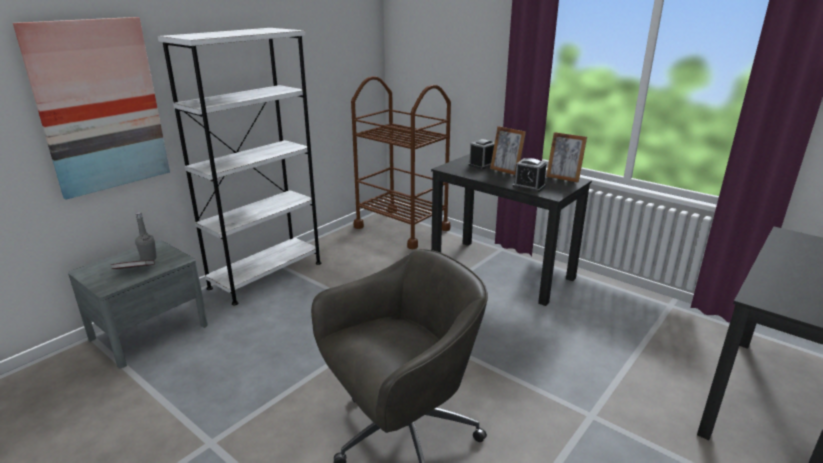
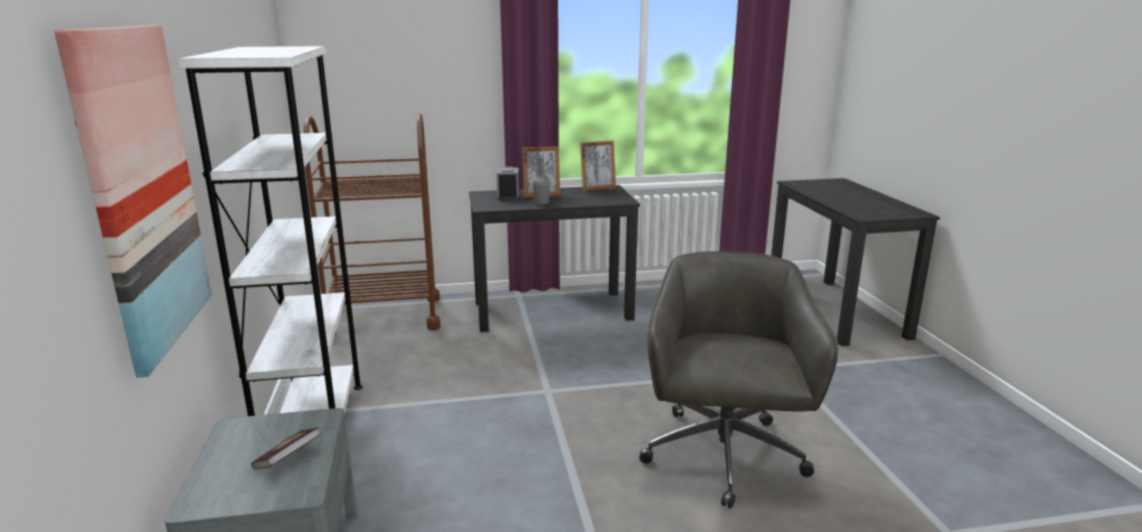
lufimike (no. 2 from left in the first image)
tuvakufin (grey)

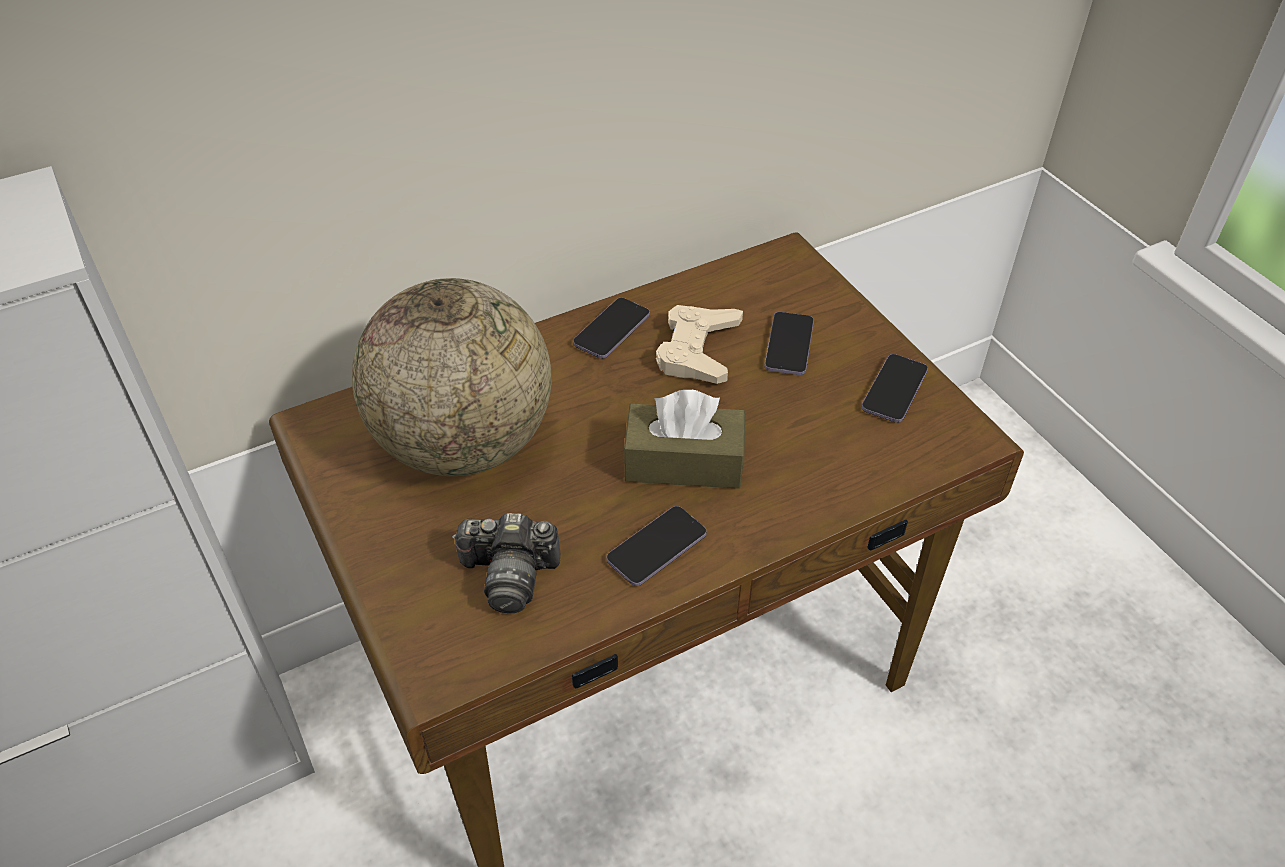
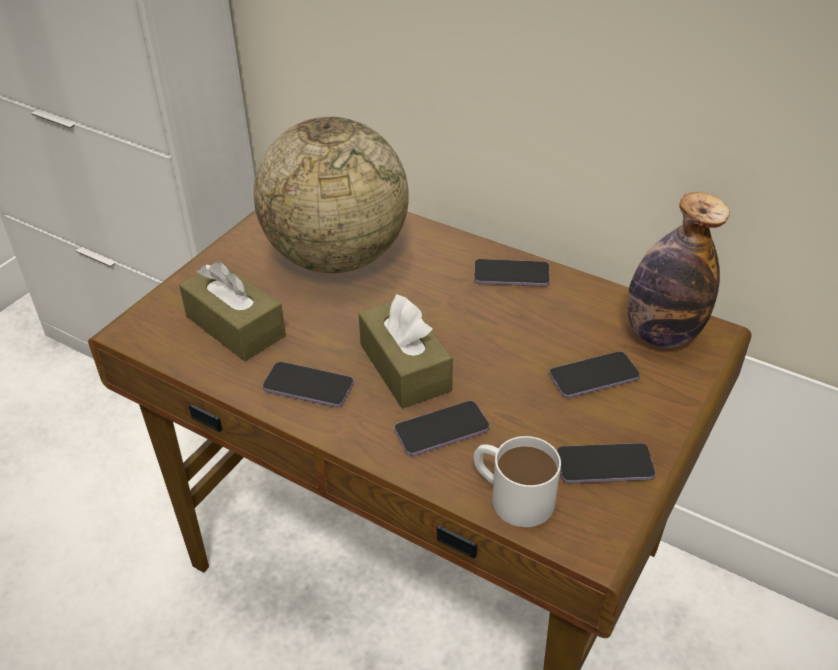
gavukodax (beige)
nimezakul (no. 2 from left)
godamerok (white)
tuvakufin
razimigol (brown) (no. 1 from left)

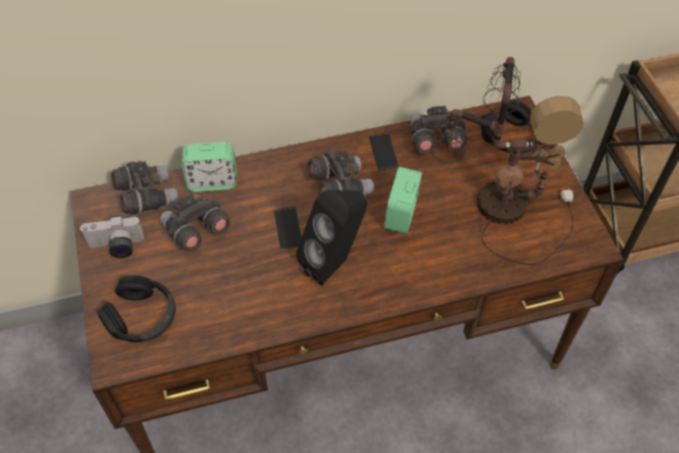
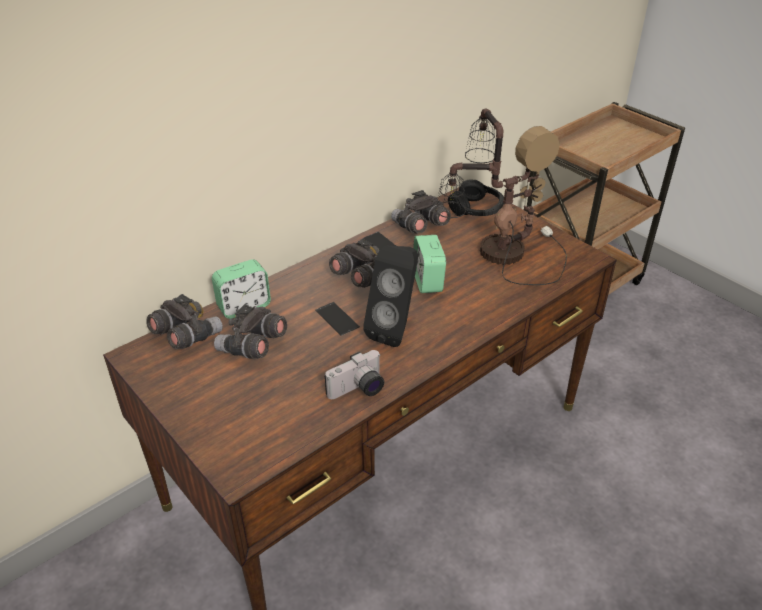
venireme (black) (no. 1 from left in the first image)
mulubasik

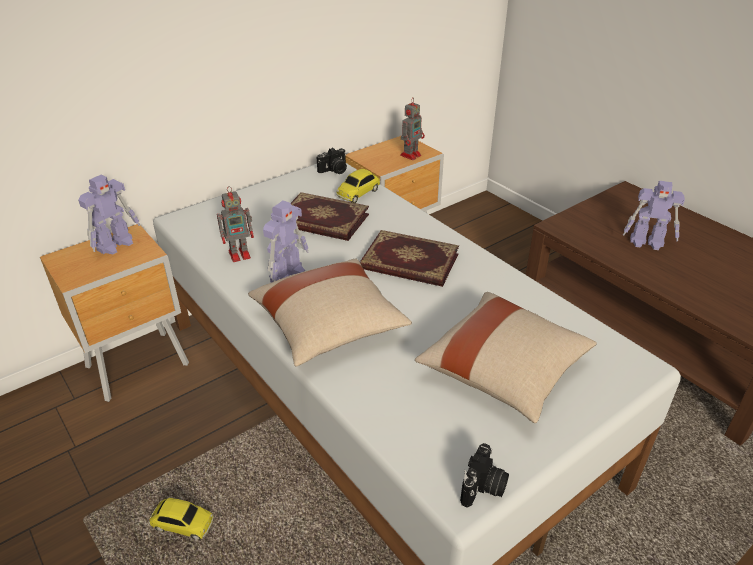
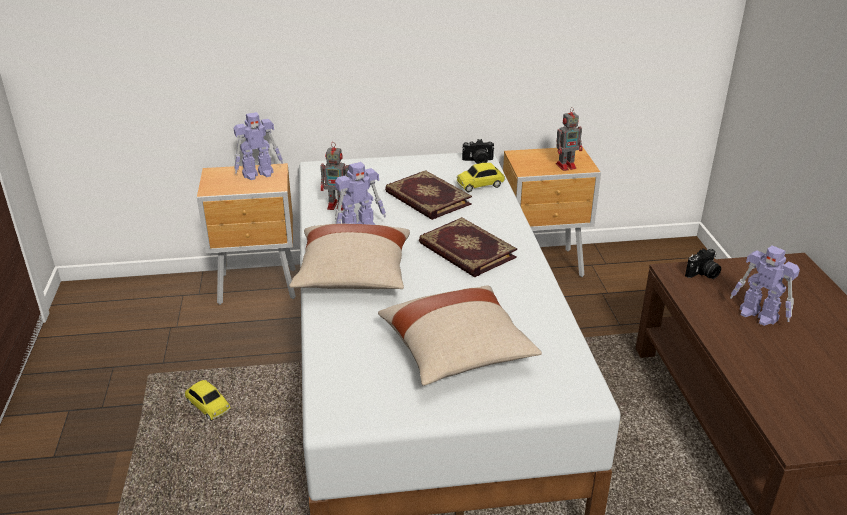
mulubasik (no. 2 from left)

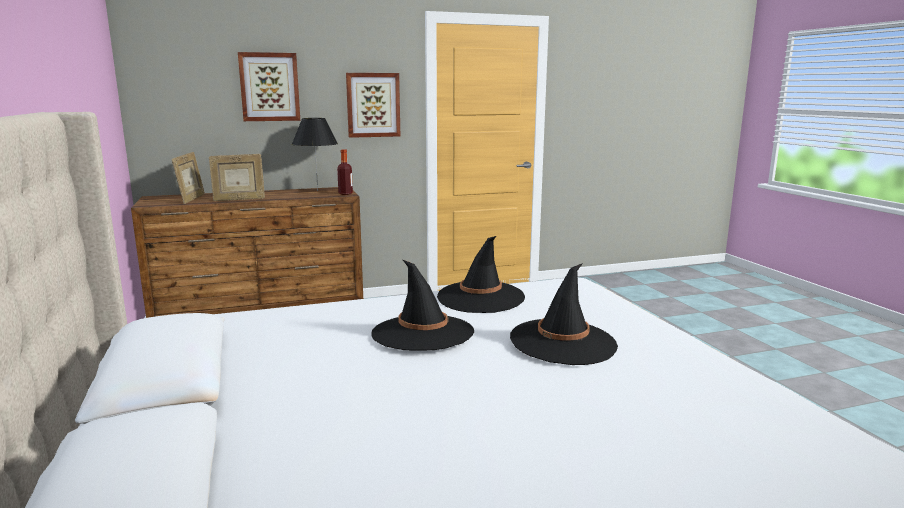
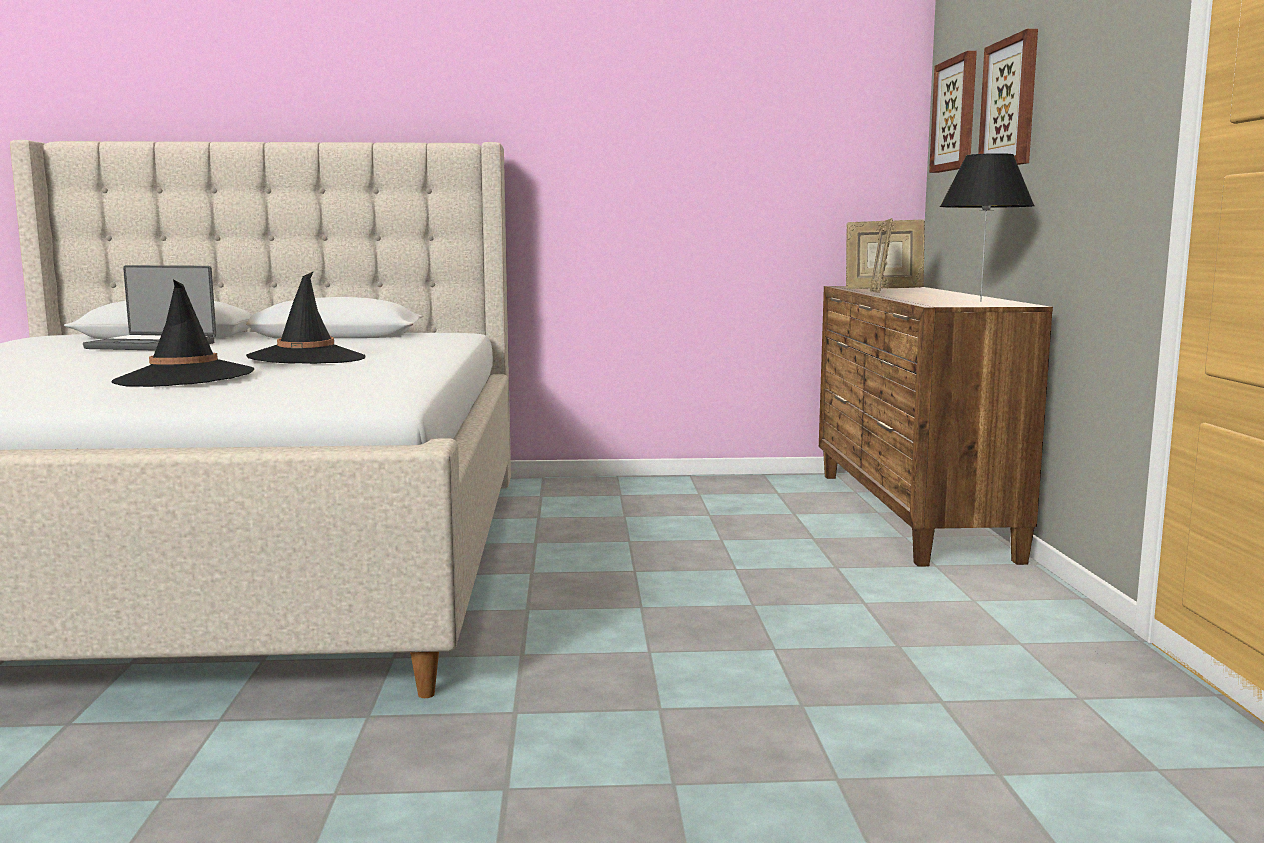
tuvakufin
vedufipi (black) (no. 2 from left in the first image)
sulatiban
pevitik (no. 1 from left)

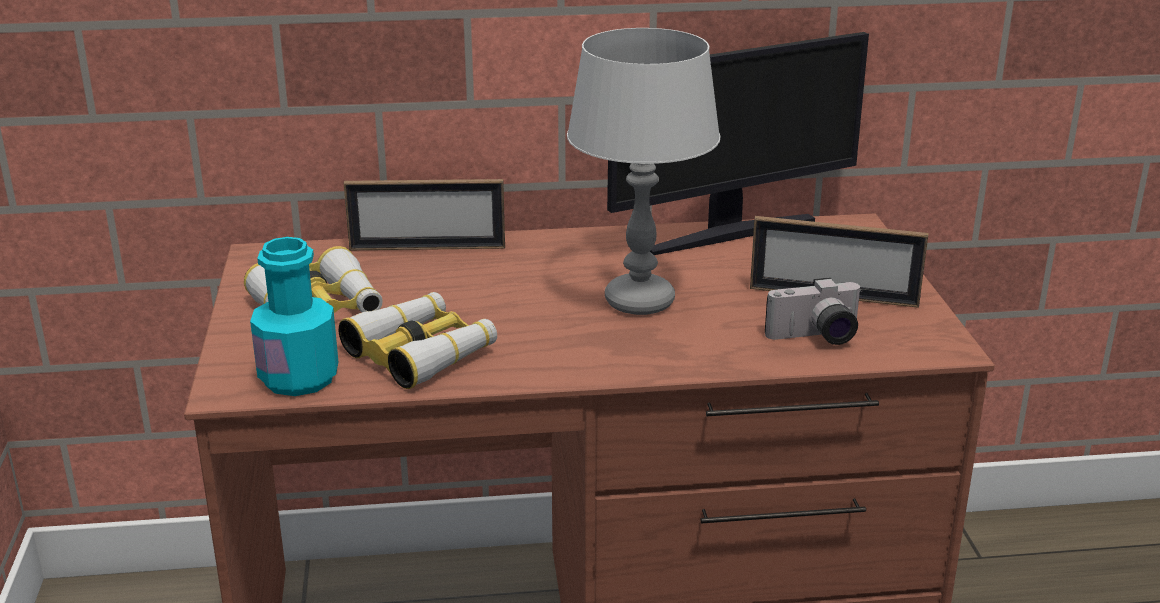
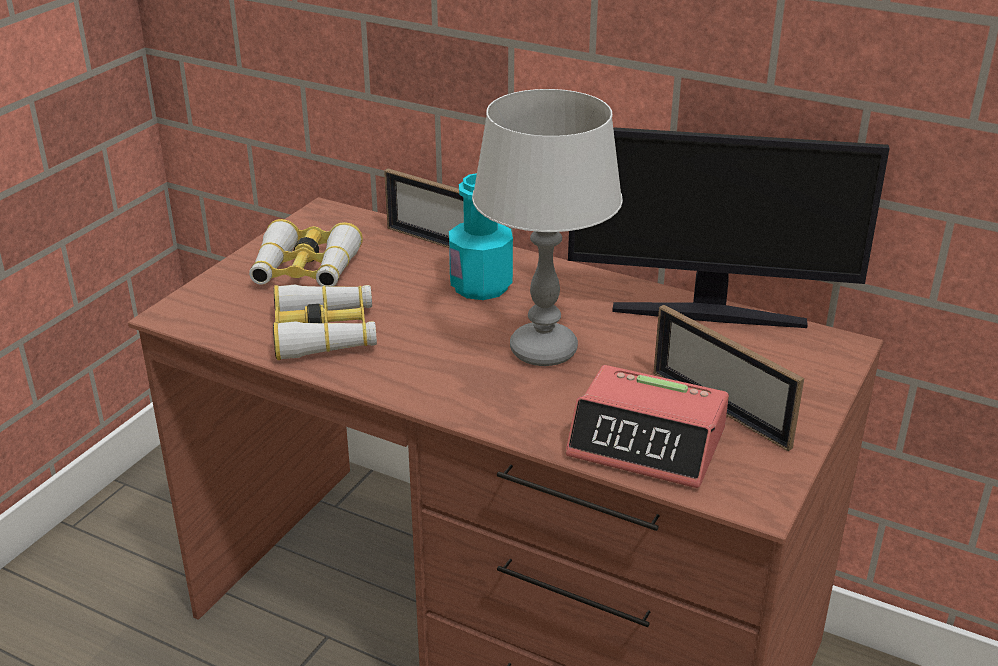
tuvakufin (turquoise)
lufimike

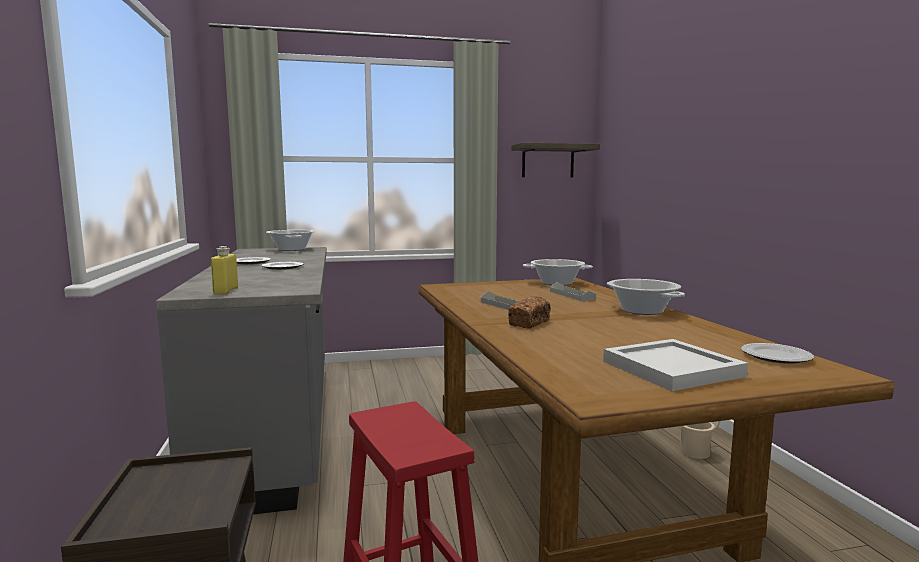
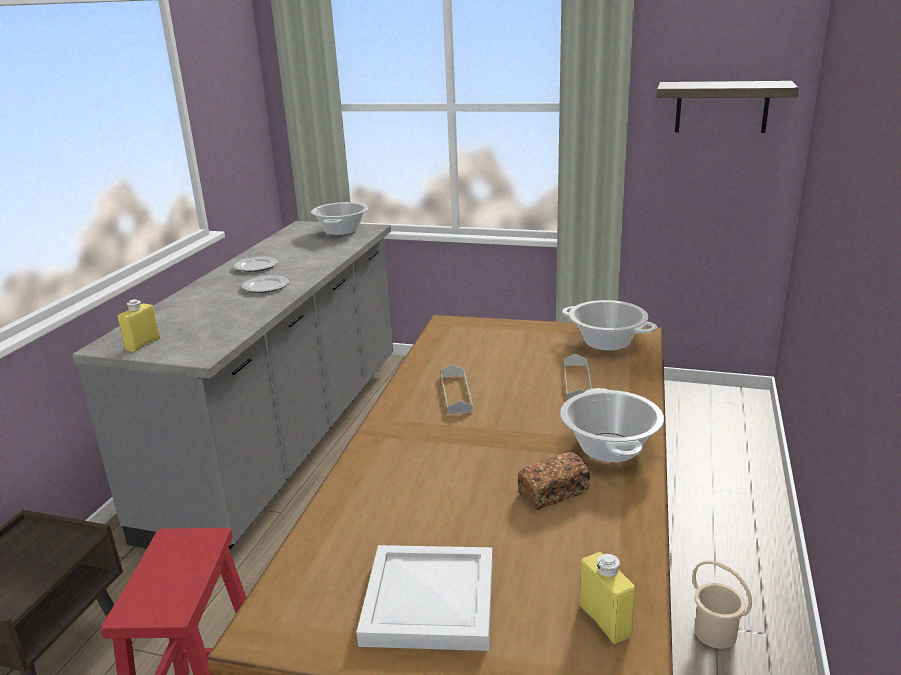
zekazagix
tuvakufin (yellow) (no. 2 from left)

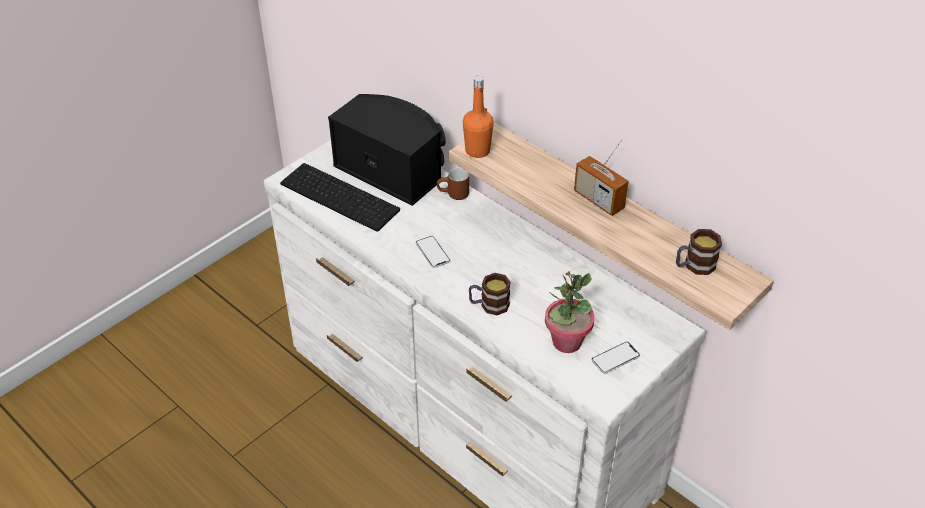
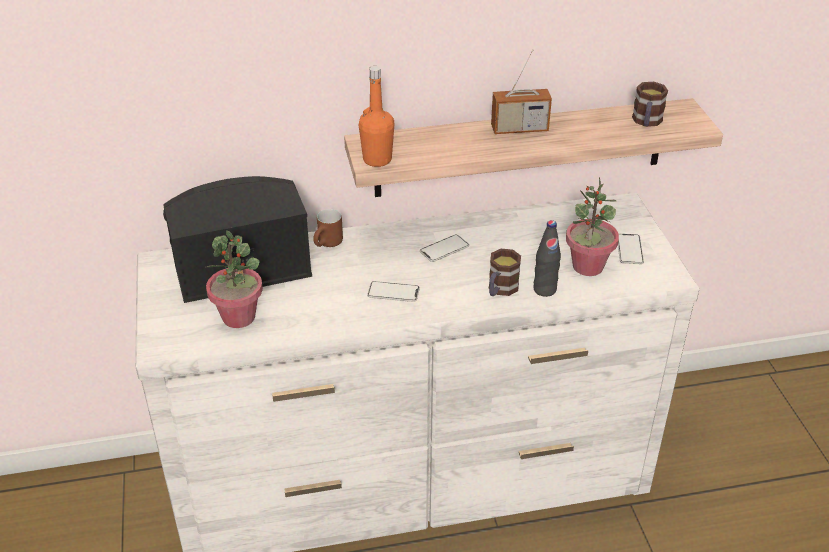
nimezakul (no. 2 from left)
tuvakufin (black)
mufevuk (no. 1 from left)

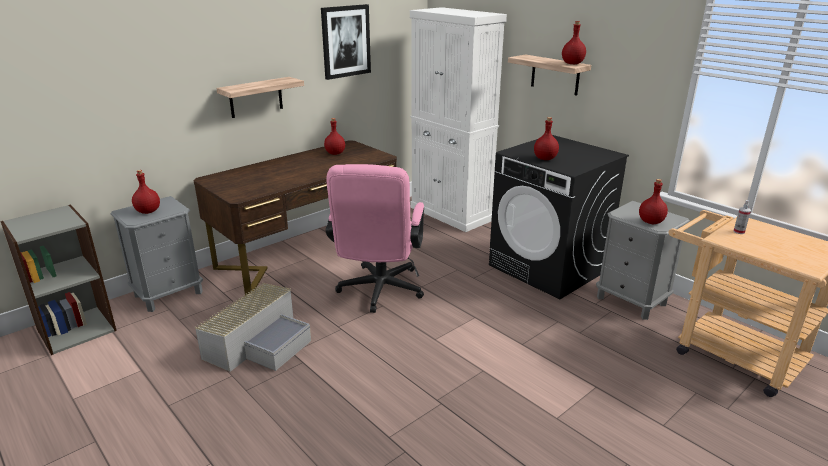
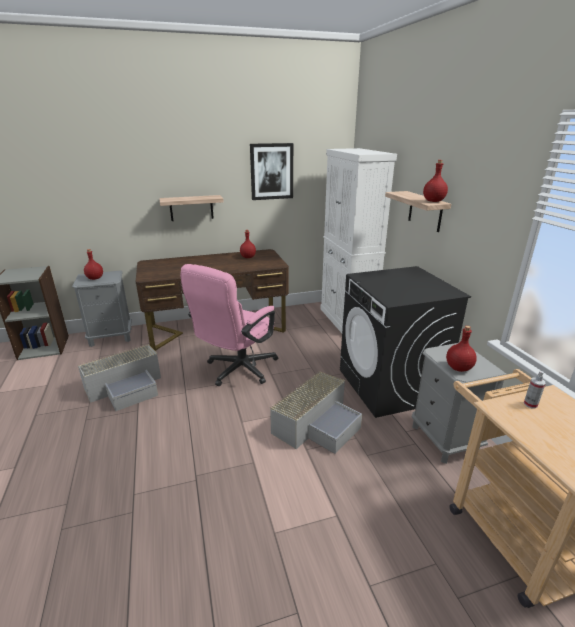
tuvakufin (red) (no. 3 from left in the first image)
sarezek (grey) (no. 2 from left)

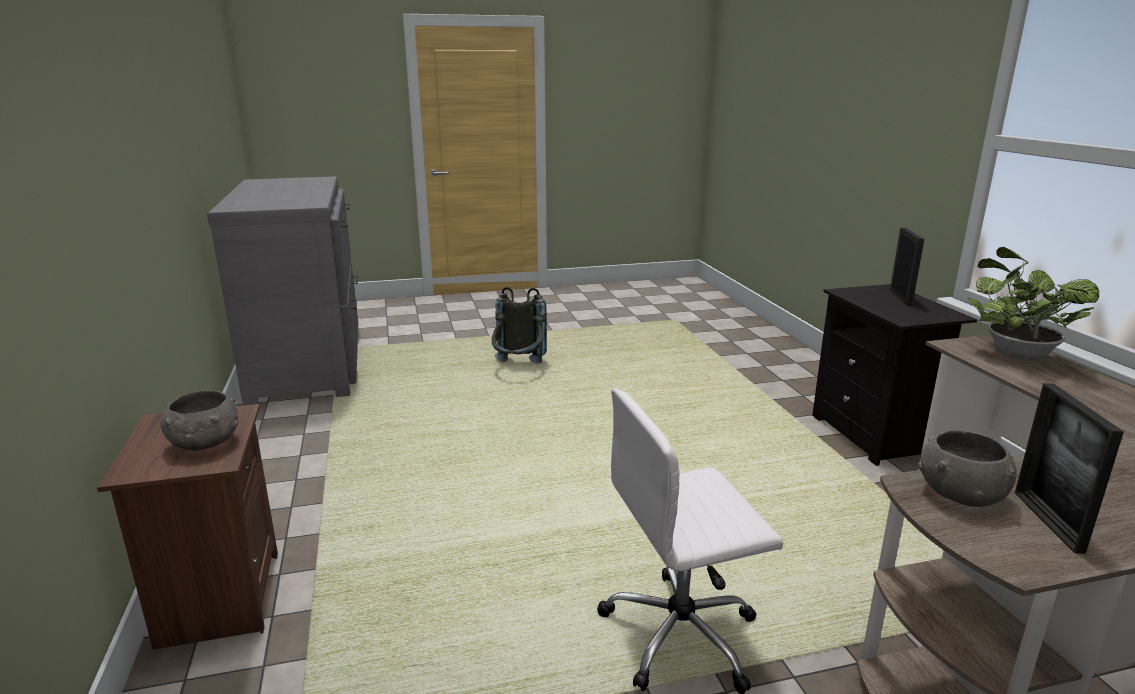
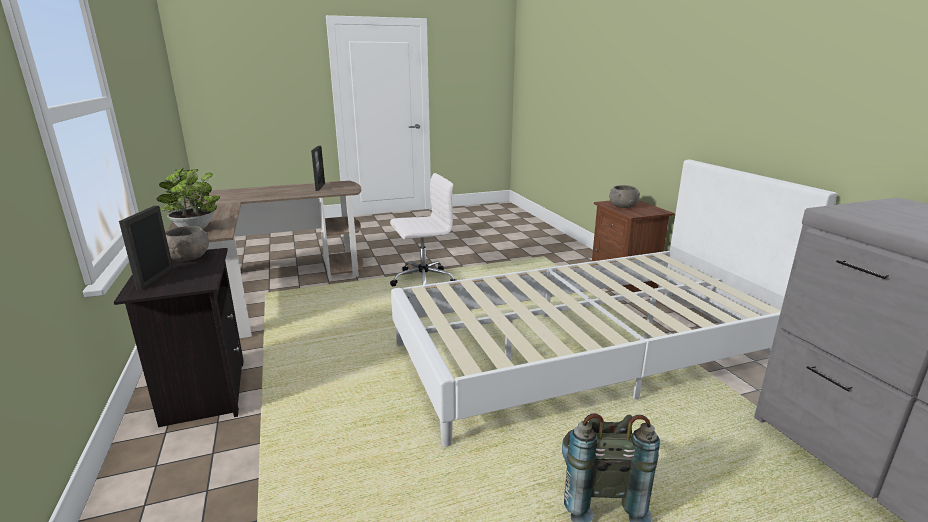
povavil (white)
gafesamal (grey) (no. 1 from left)

